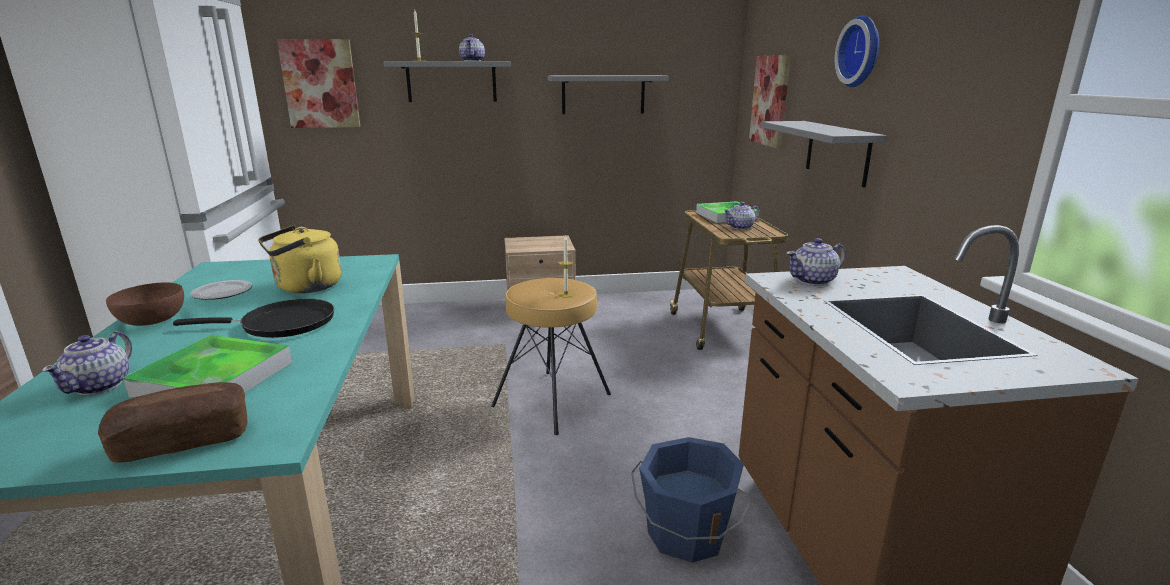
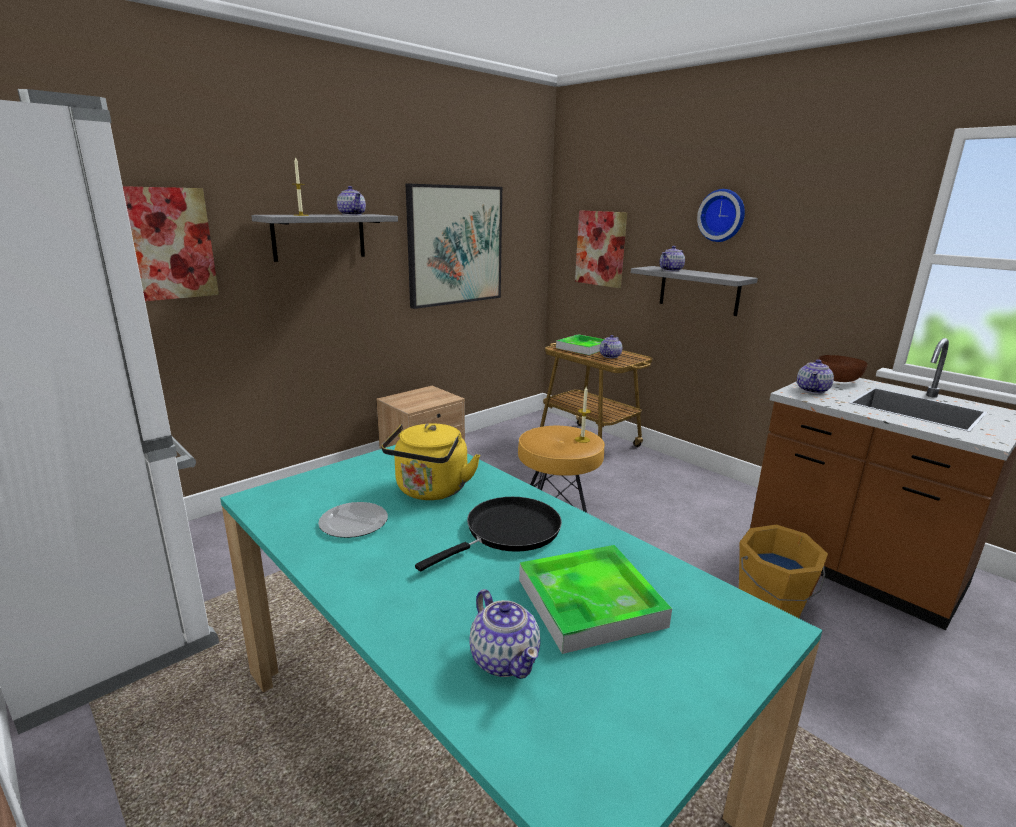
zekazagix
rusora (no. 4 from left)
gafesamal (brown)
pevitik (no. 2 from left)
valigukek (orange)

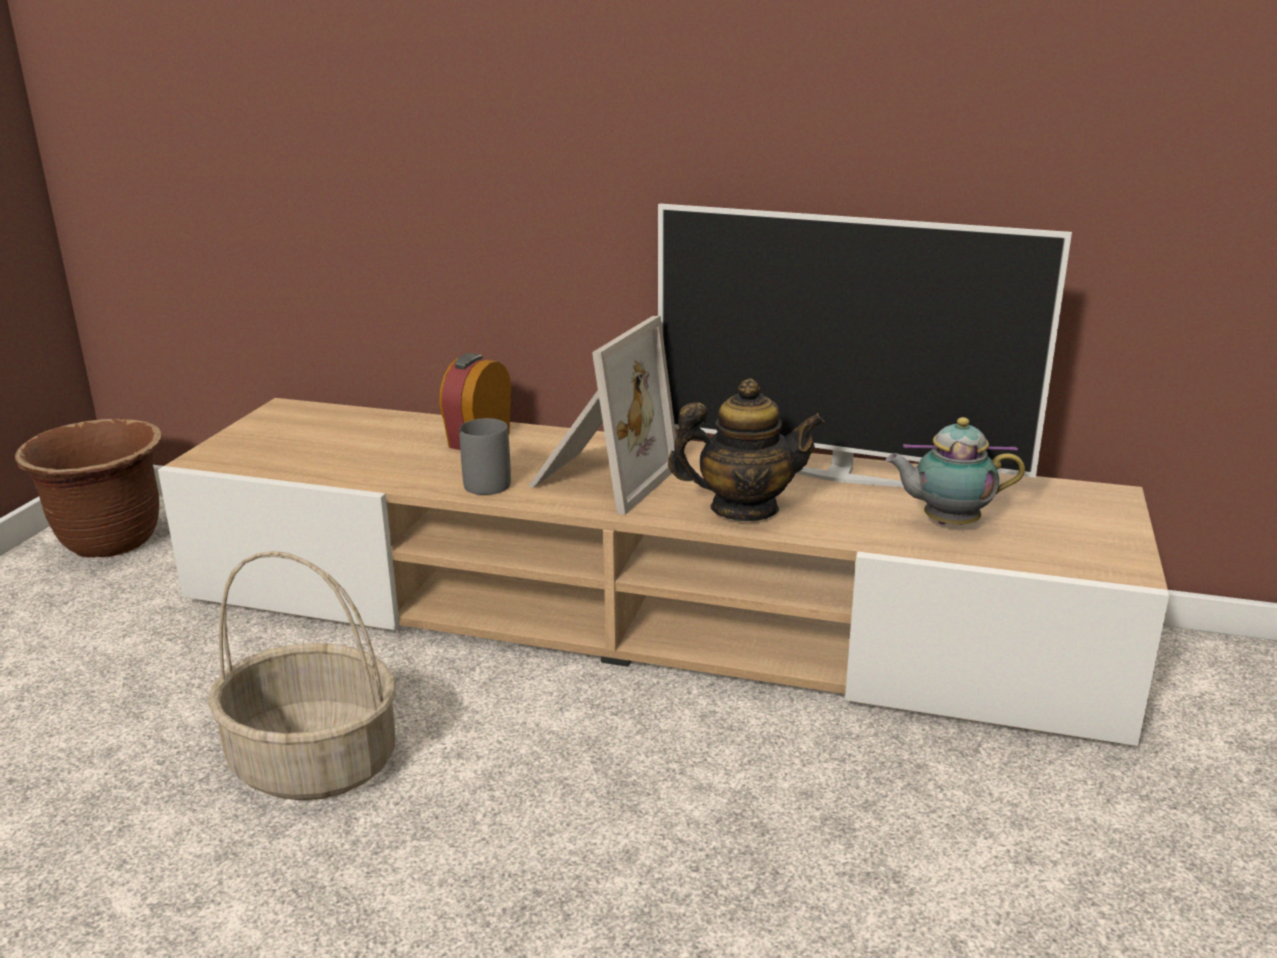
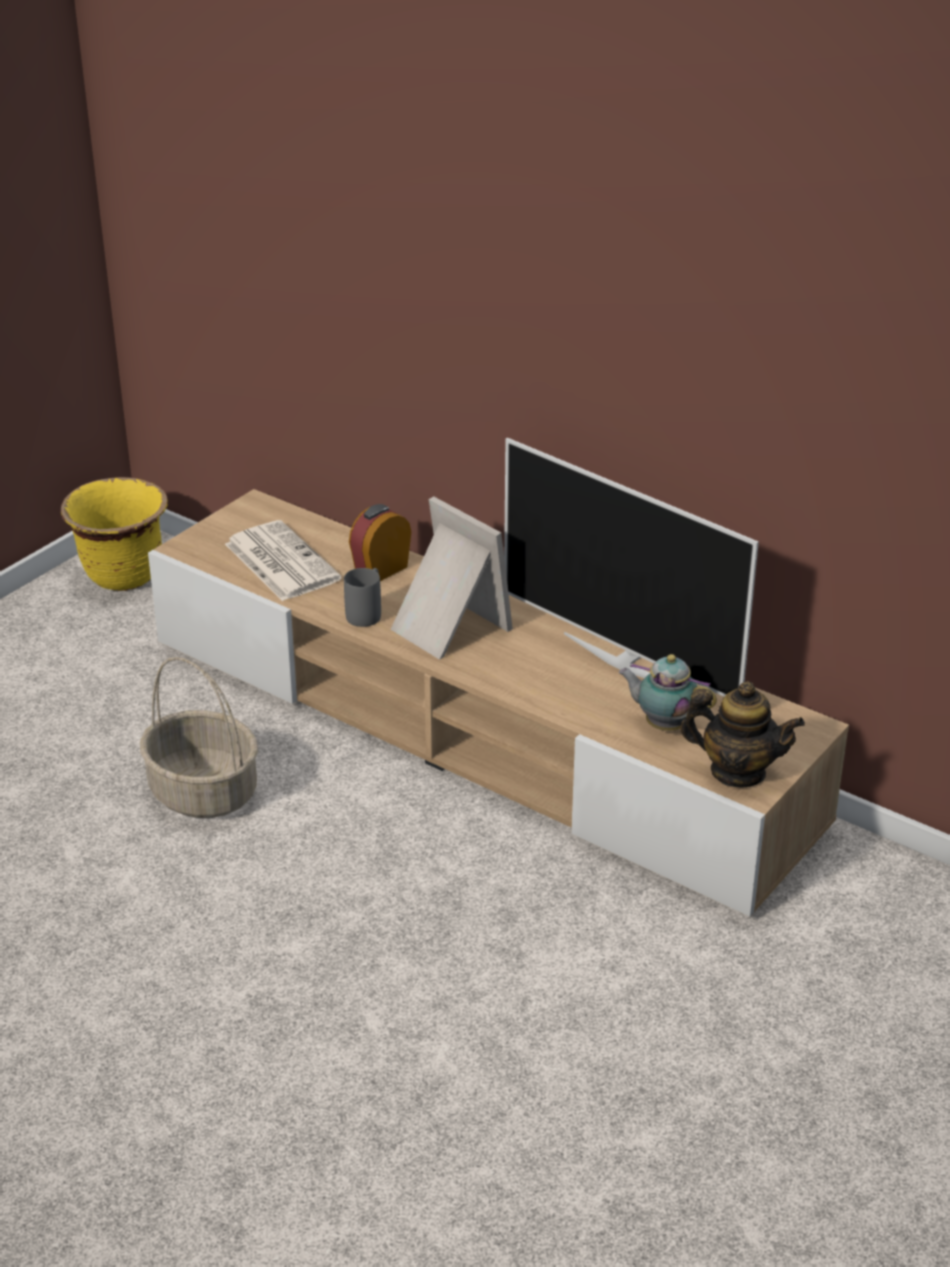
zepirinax
rusora (no. 2 from left)
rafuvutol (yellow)
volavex

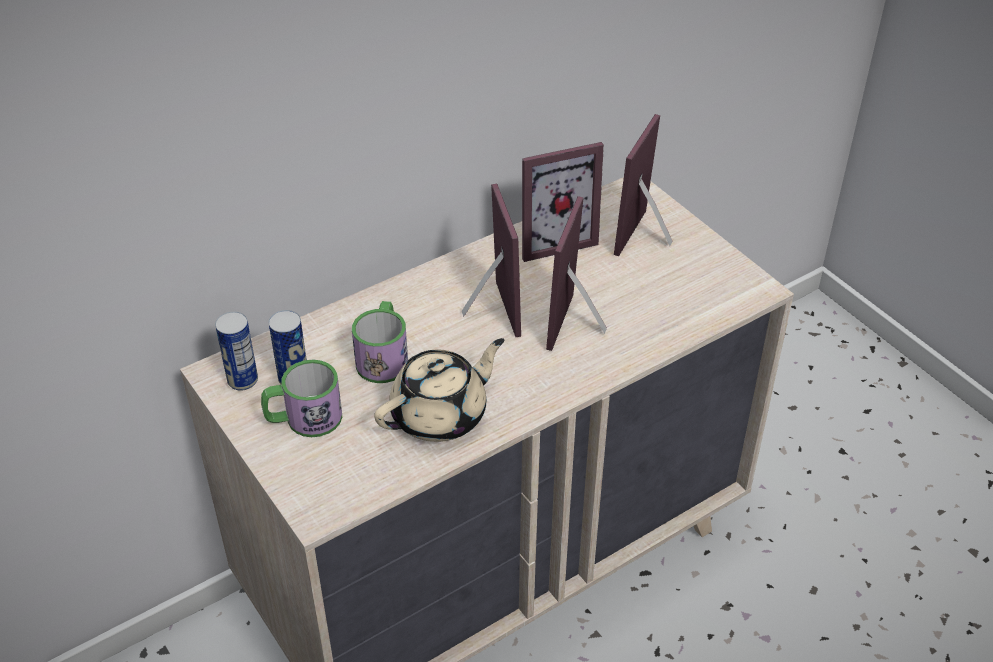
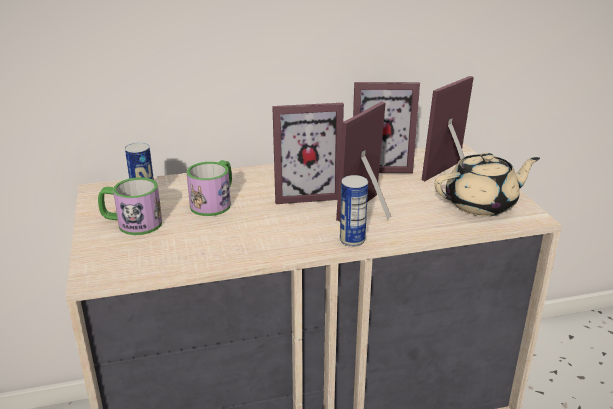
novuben (no. 2 from left)
rusora (beige)
volavex (no. 1 from left)

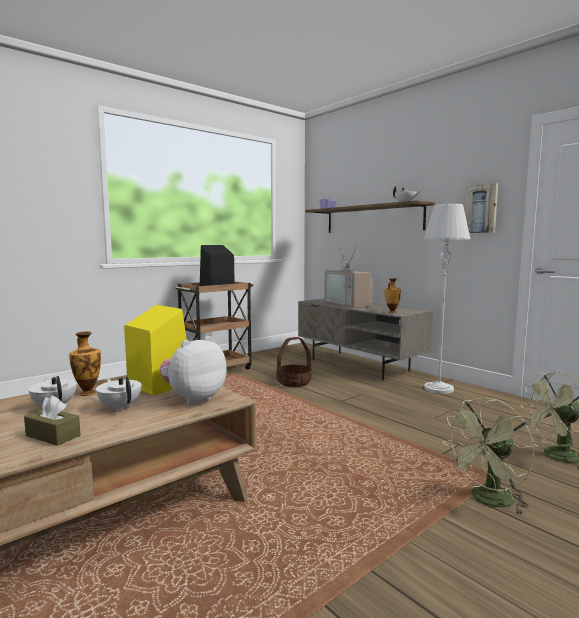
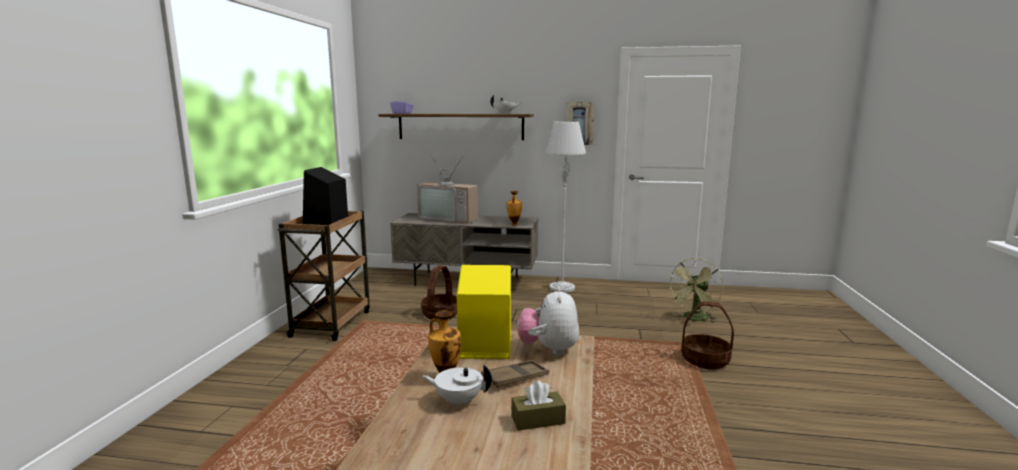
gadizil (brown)
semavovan (no. 2 from left)

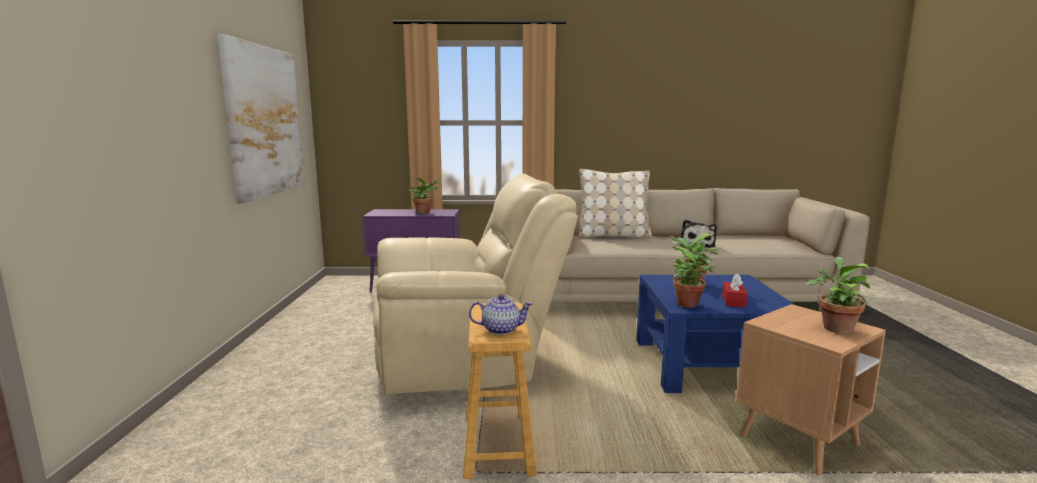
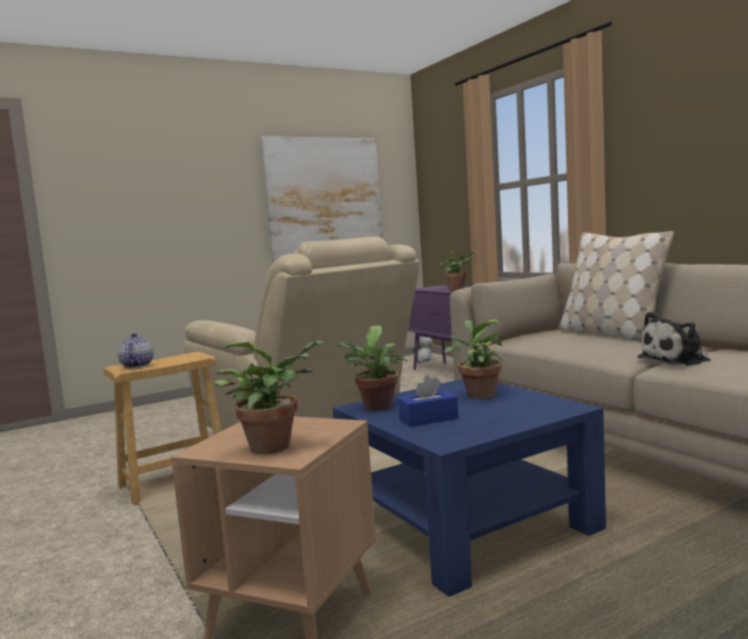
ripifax (no. 1 from left)
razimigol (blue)
rusora

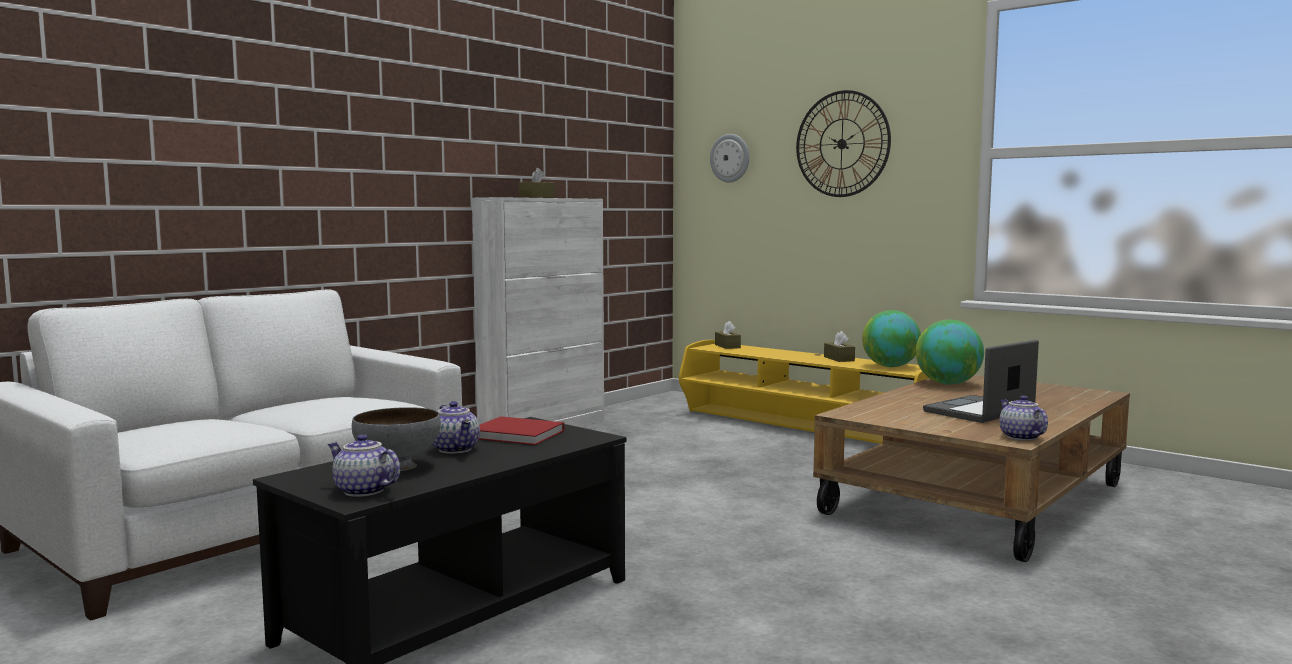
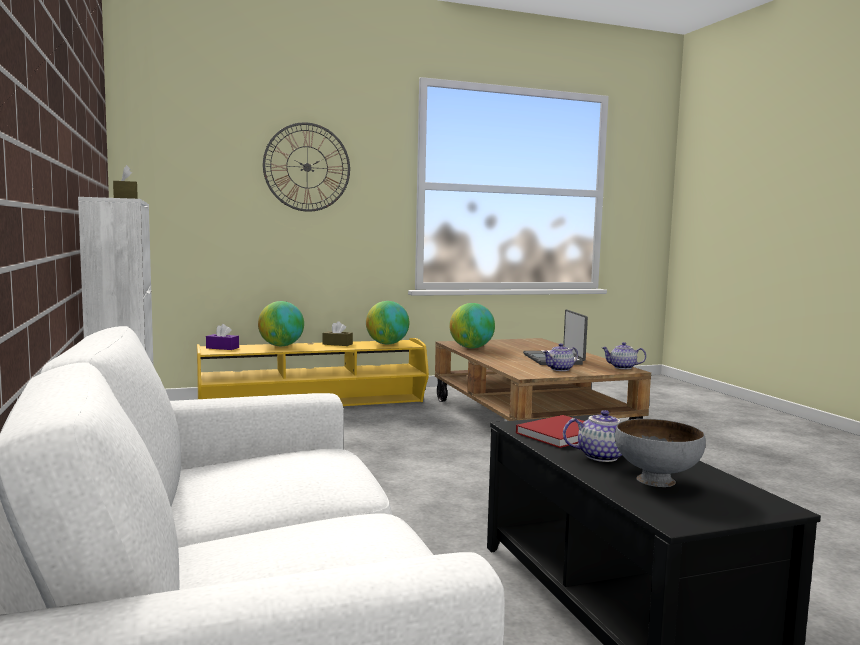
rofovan (no. 1 from left in the first image)
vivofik (no. 1 from left)
rusora (no. 1 from left)
razimigol (purple)

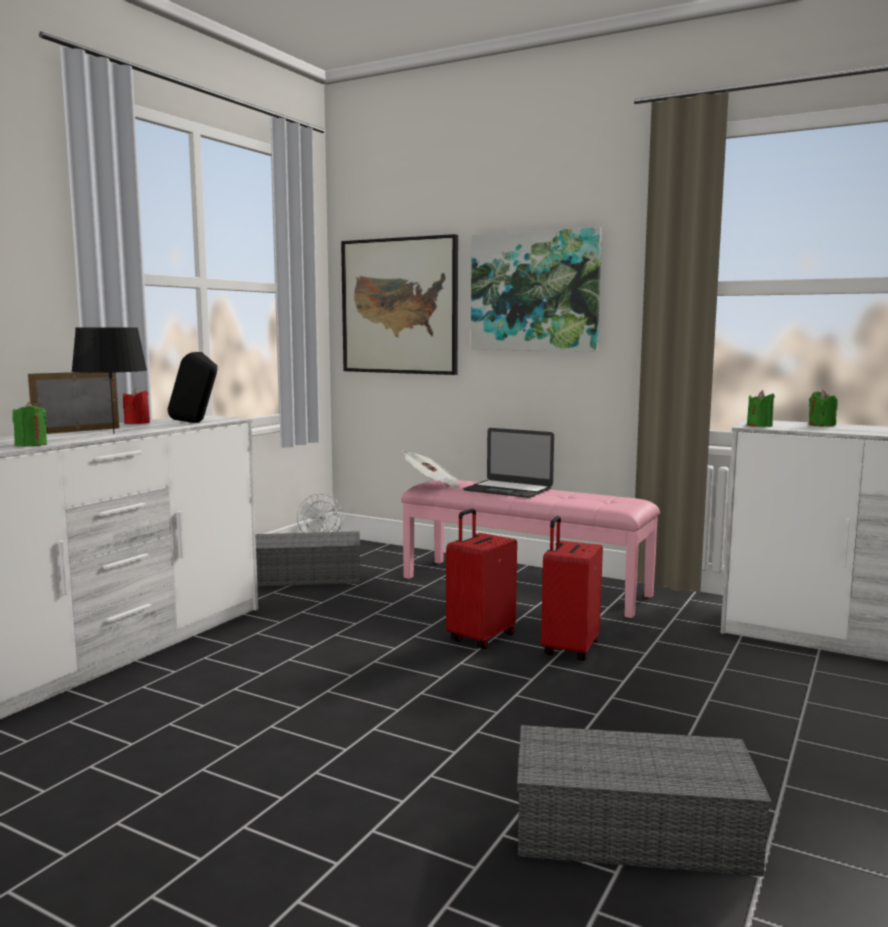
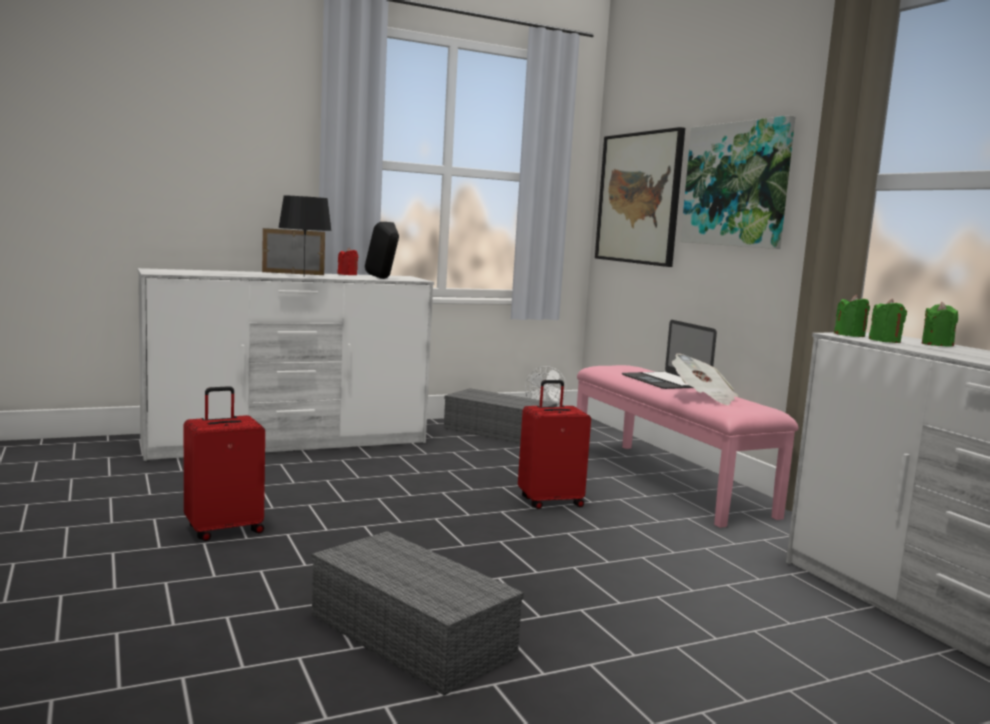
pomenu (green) (no. 2 from left)
zepirinax
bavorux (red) (no. 1 from left)

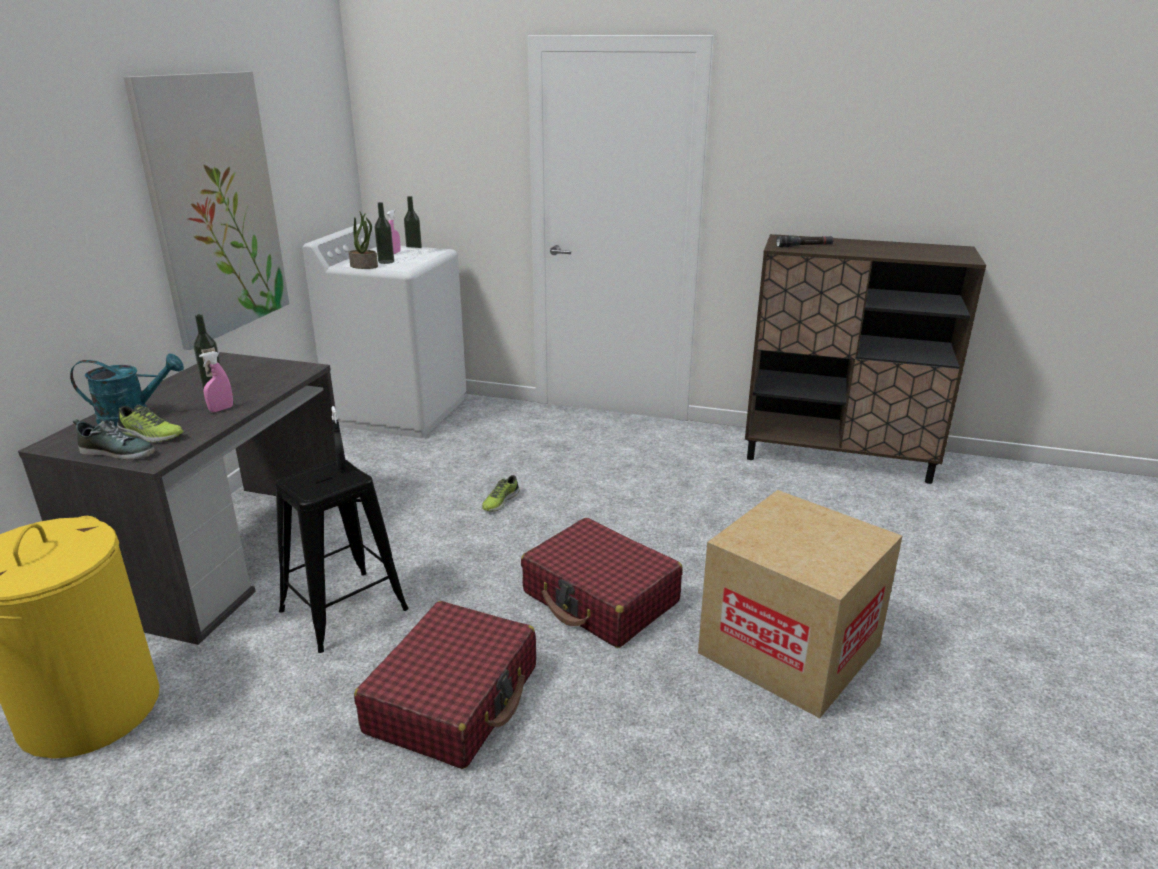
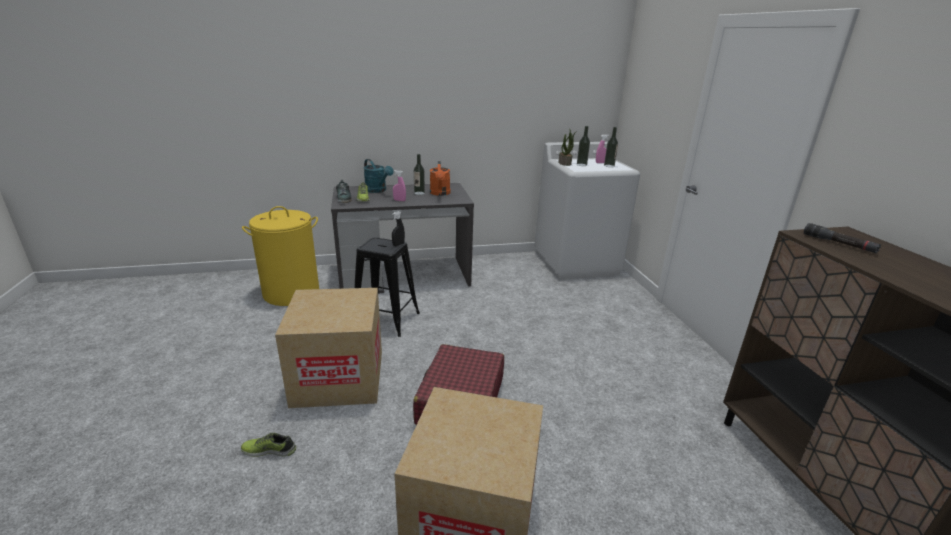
pevitik
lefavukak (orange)
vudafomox (no. 1 from left)
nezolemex (no. 1 from left)

